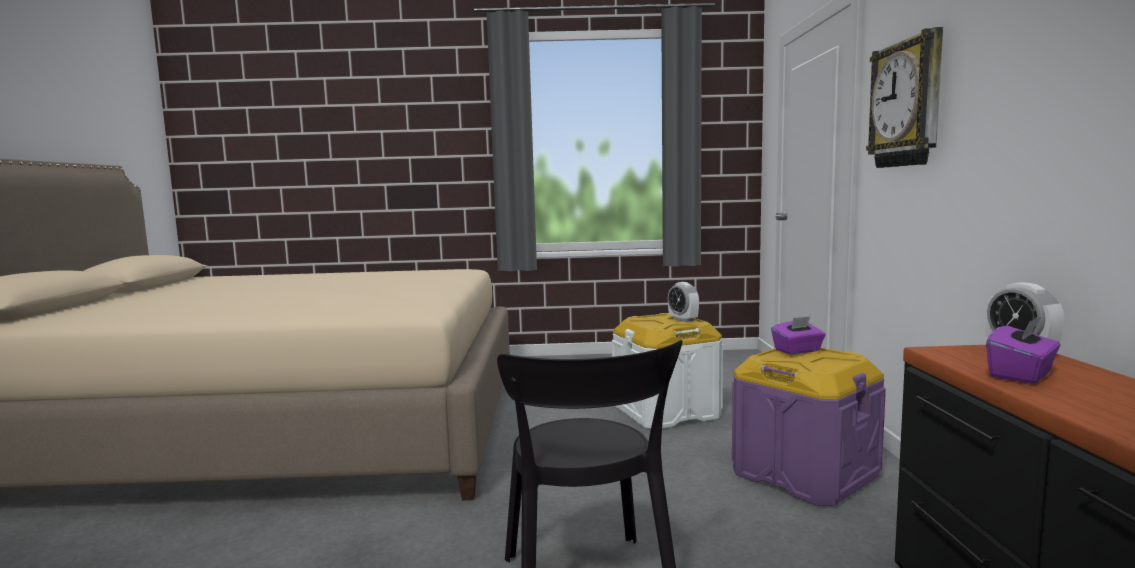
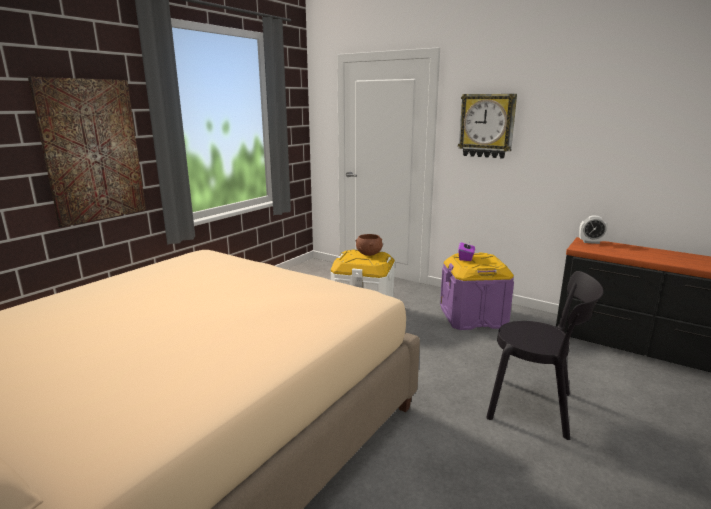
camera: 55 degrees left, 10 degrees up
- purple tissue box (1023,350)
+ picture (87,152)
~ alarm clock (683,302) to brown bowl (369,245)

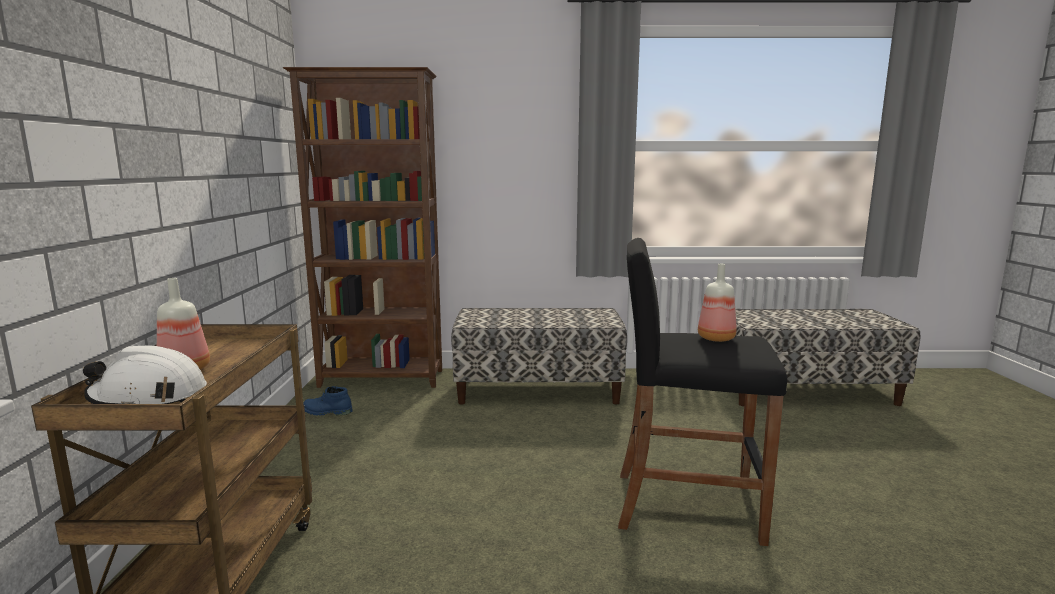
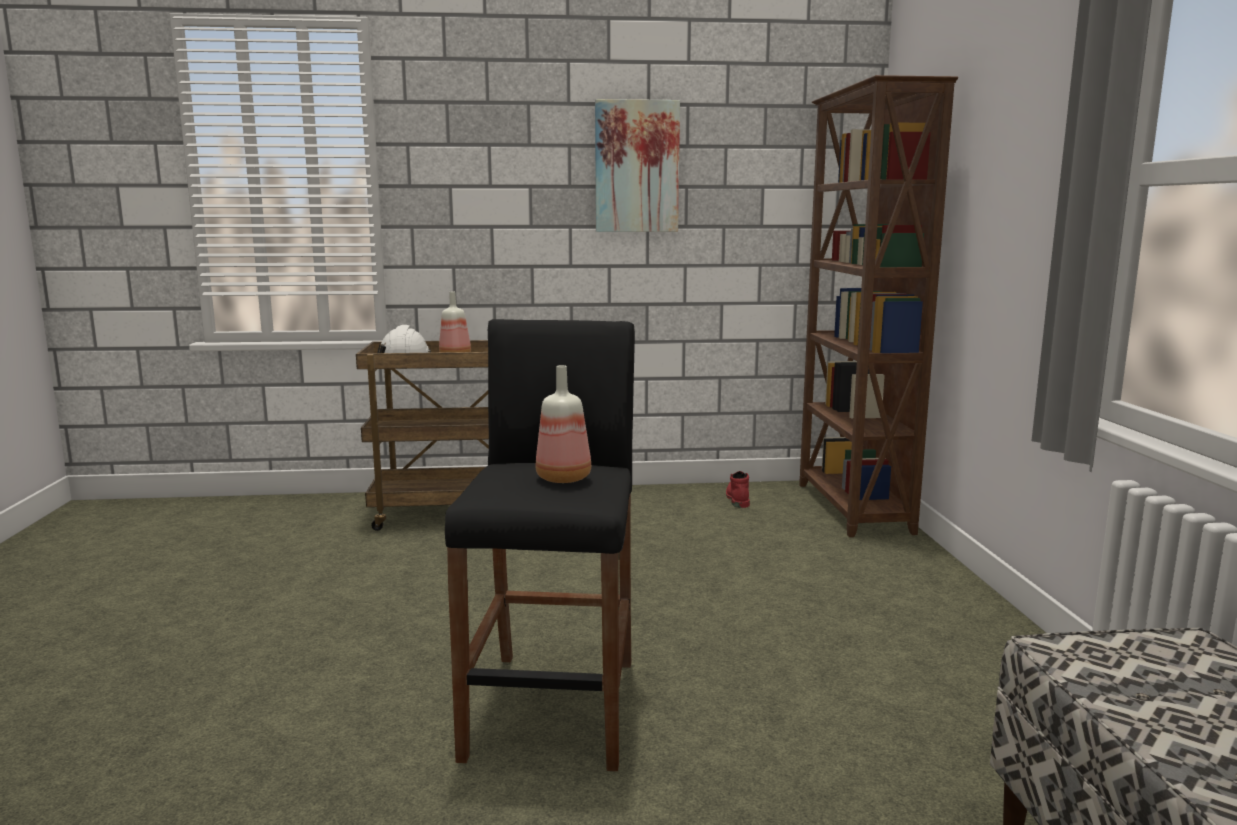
camera: 85 degrees right, 0 degrees up
- bench (539,356)
+ picture (637,165)
~ blue boot (328,401) to red boot (738,489)

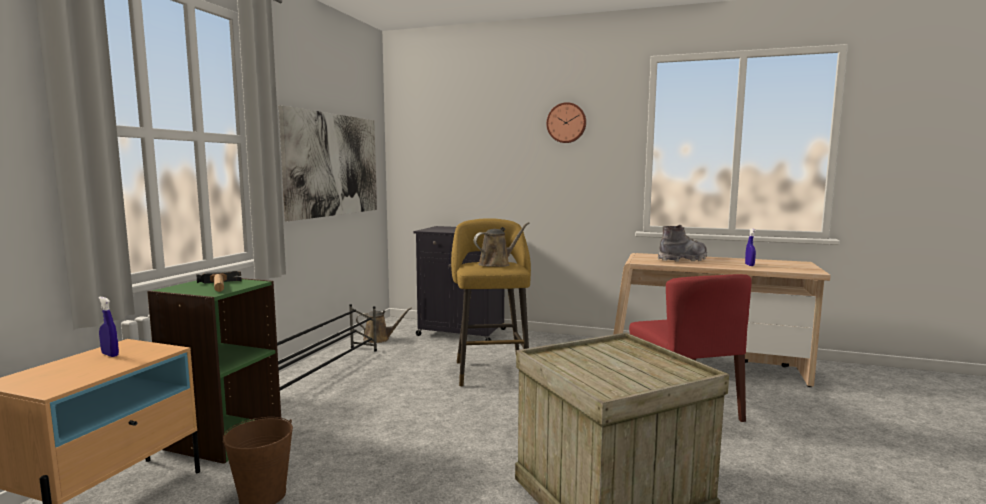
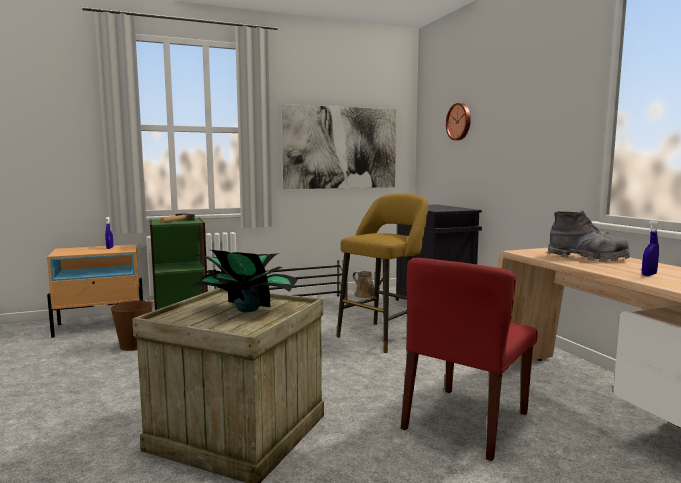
camera: 50 degrees right, 0 degrees up
- brown watering can (501,244)
+ potted plant (246,281)
~ wall clock (566,122) to (458,121)

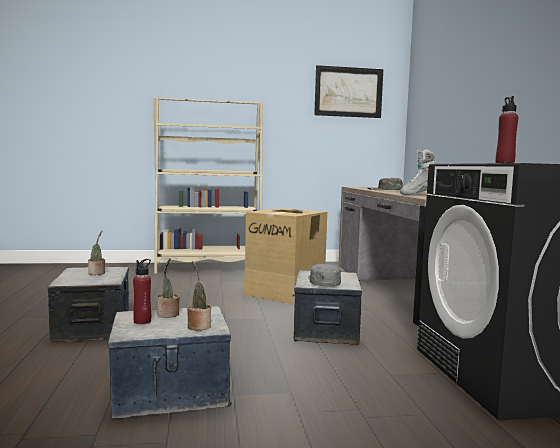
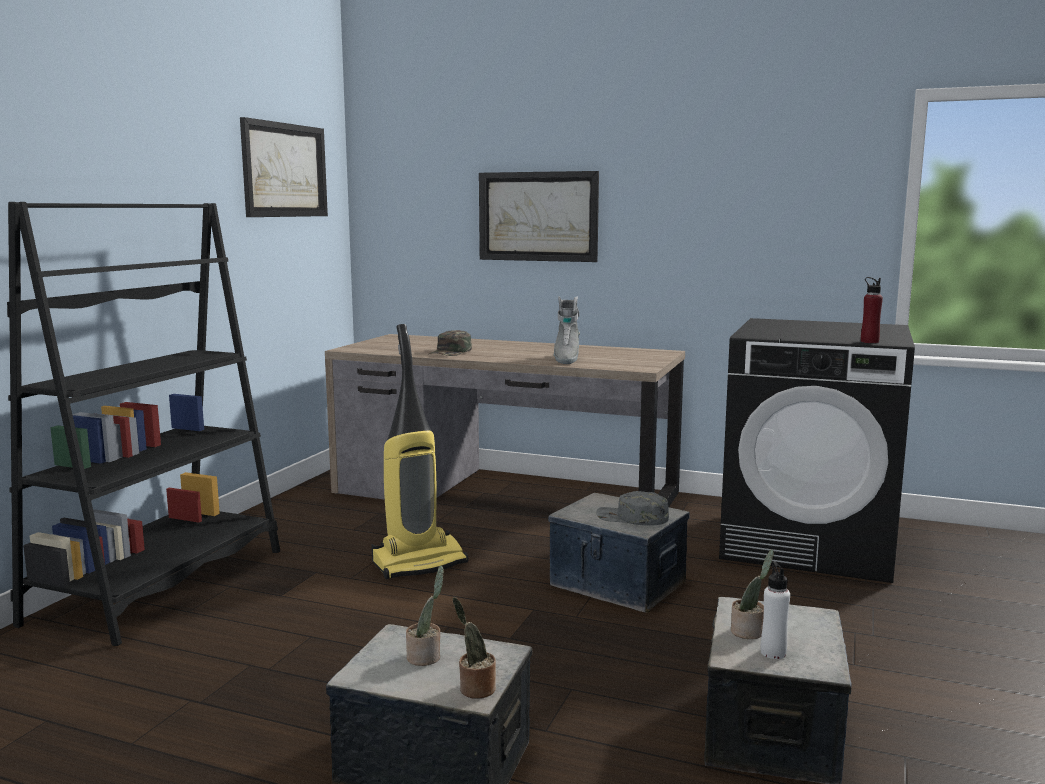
camera: 60 degrees left, 5 degrees up
+ picture (539,216)
~ potted plant (199,296) to (474,647)
~ cardboard box (285,256) to vacuum cleaner (420,451)
~ red bottle (142,291) to white bottle (775,610)
~ beige bookcase (208,185) to black bookcase (143,424)

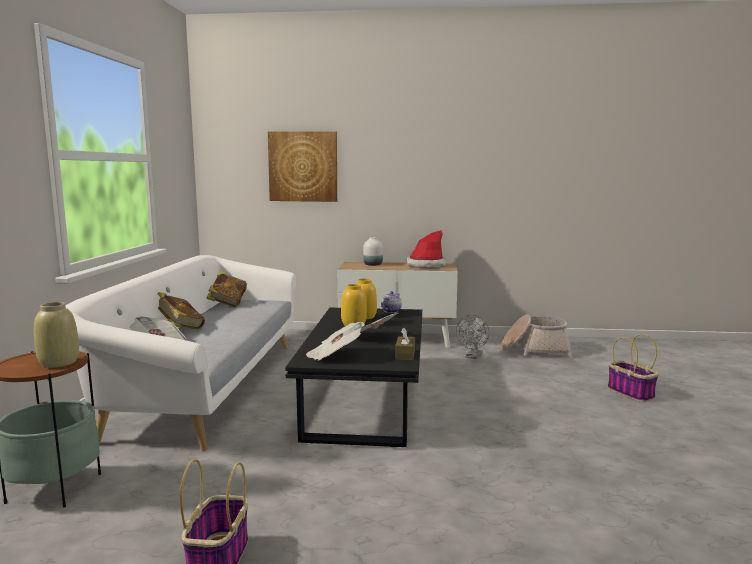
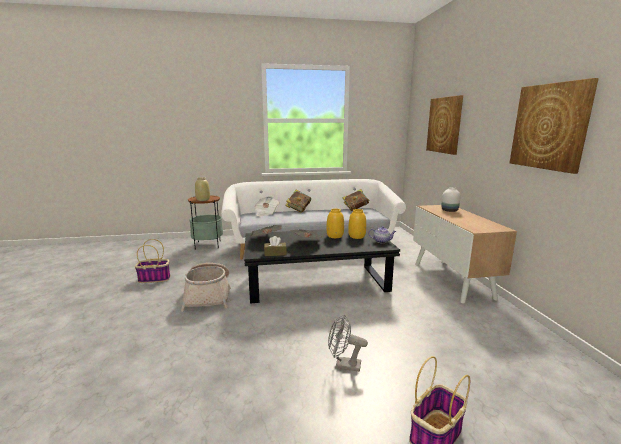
camera: 75 degrees right, 5 degrees up
- hat (426,249)
+ picture (554,126)
~ grey fan (472,337) to (348,343)
~ basket (537,336) to (206,287)

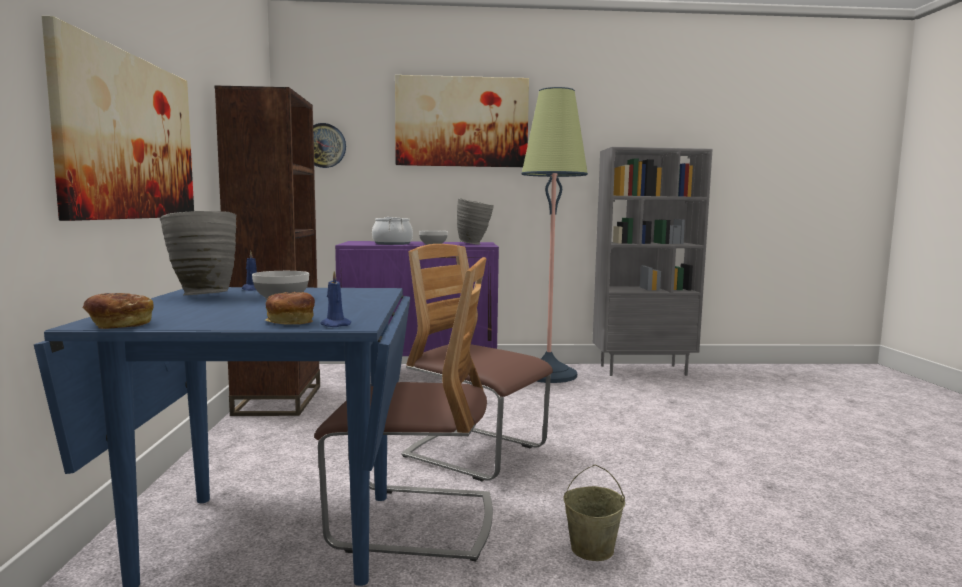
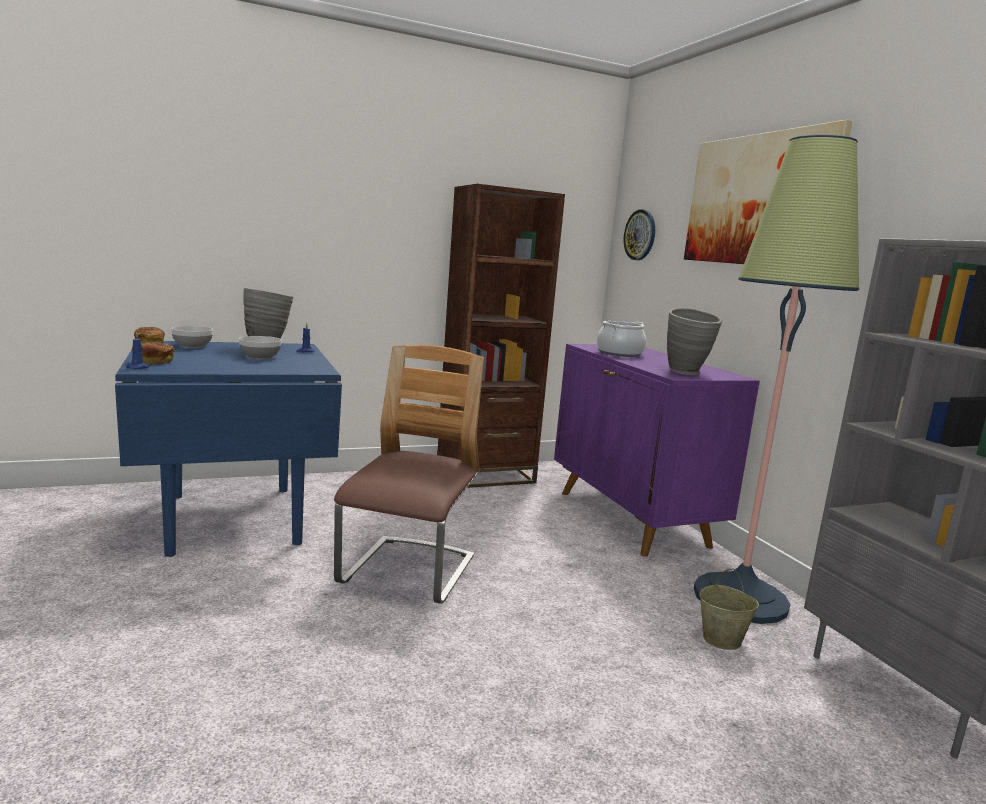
camera: 70 degrees right, 5 degrees up
- picture (118,118)
- chair (403,409)
~ bowl (433,237) to (192,337)
~ beige bucket (594,513) to (729,609)

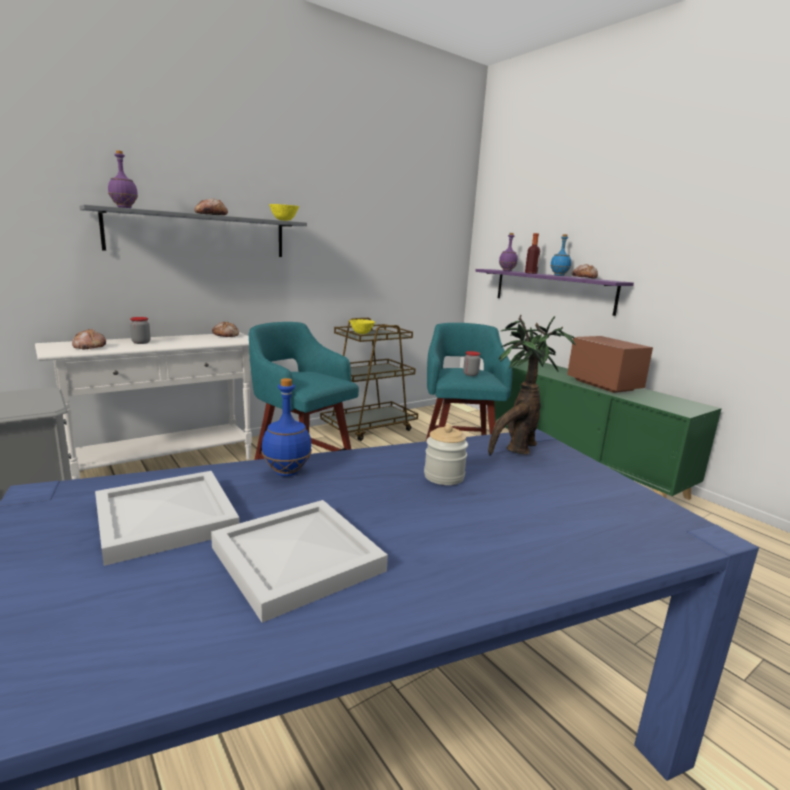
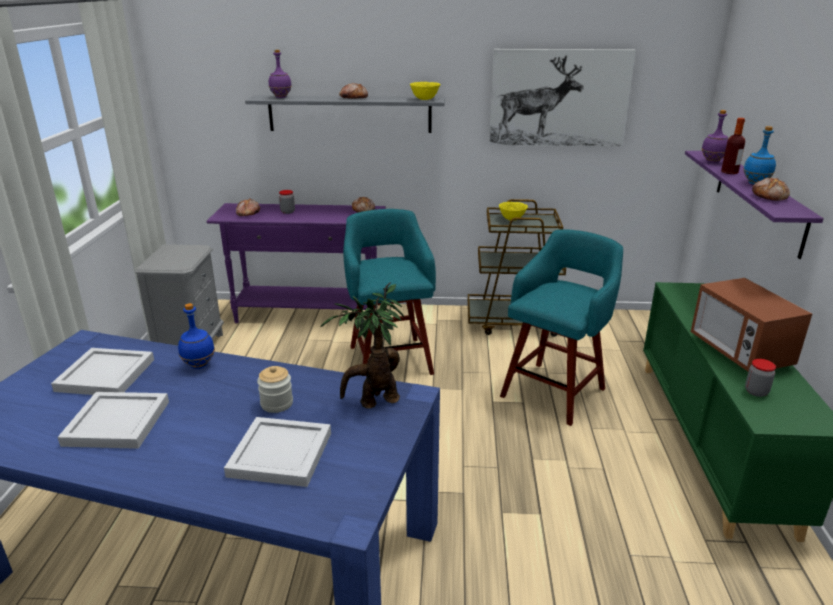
camera: 40 degrees right, 10 degrees up
+ white tray (277,452)
+ picture (562,98)
~ jar (472,363) to (760,378)
~ white console table (143,406) to purple console table (296,263)
~ microwave (610,364) = (751,325) 150 degrees clockwise

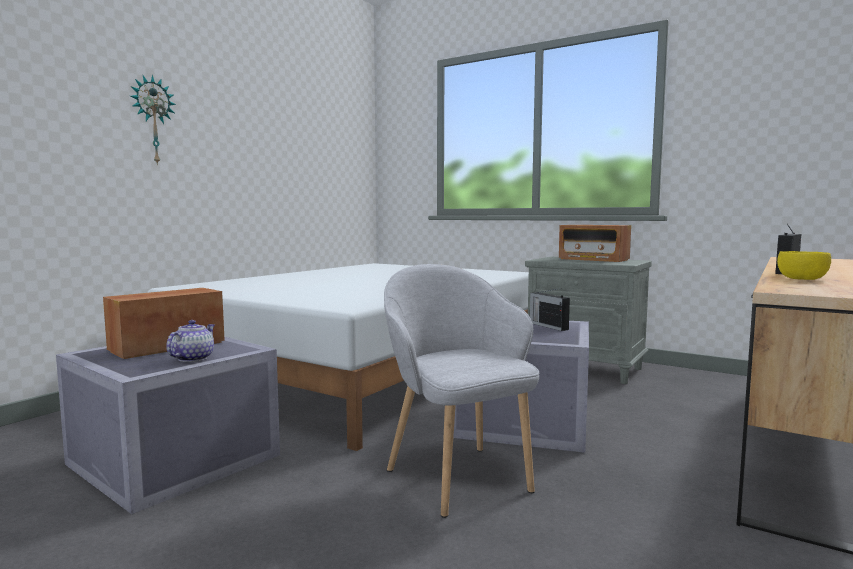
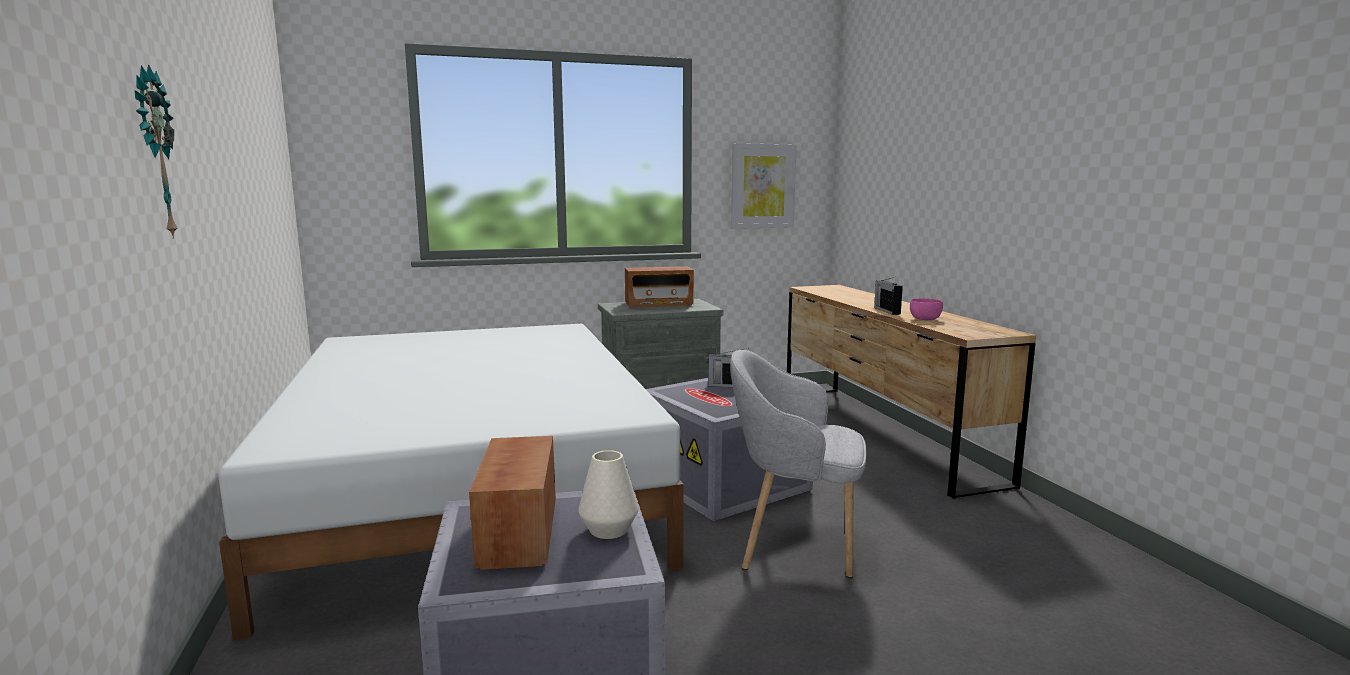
camera: 50 degrees left, 5 degrees up
+ picture (763,186)
~ teapot (190,341) to white vase (608,494)
~ yellow bowl (804,265) to pink bowl (926,309)

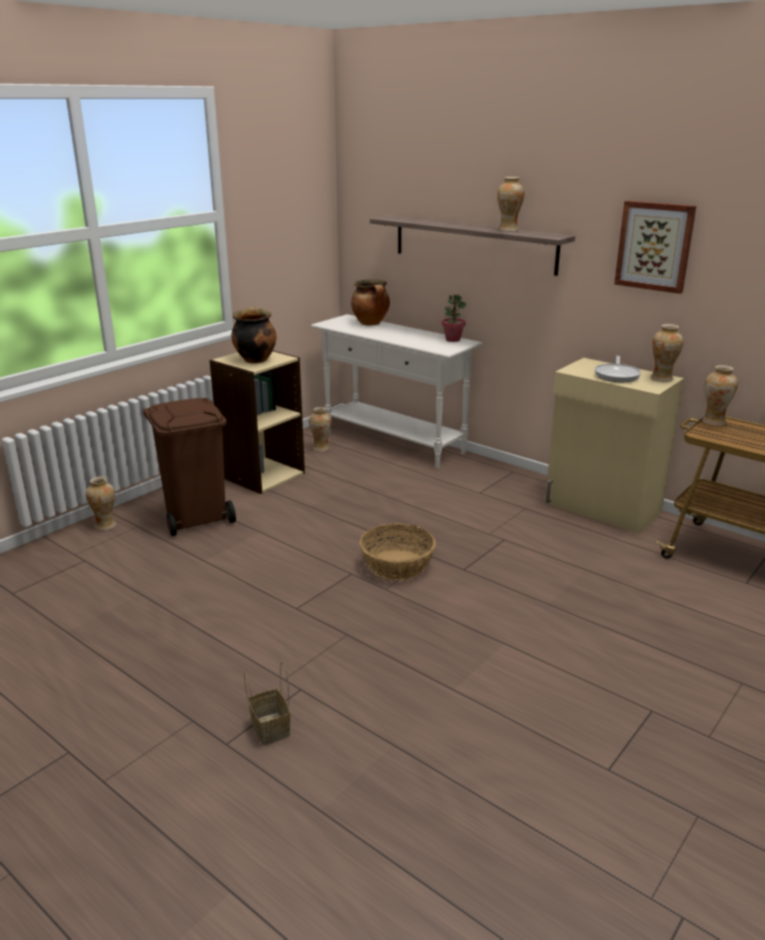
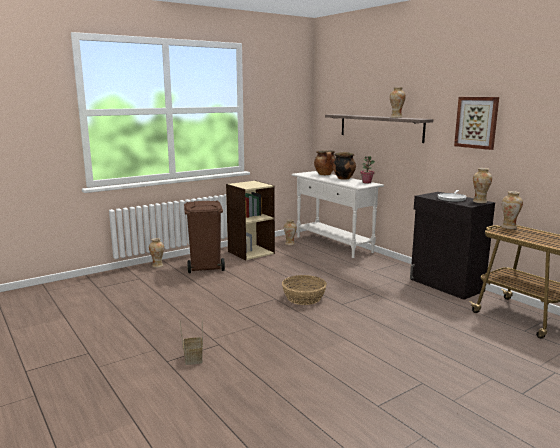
camera: 15 degrees right, 10 degrees down
~ cooking pot (253,335) to (344,166)
~ beige cabinet (614,446) to black cabinet (452,246)

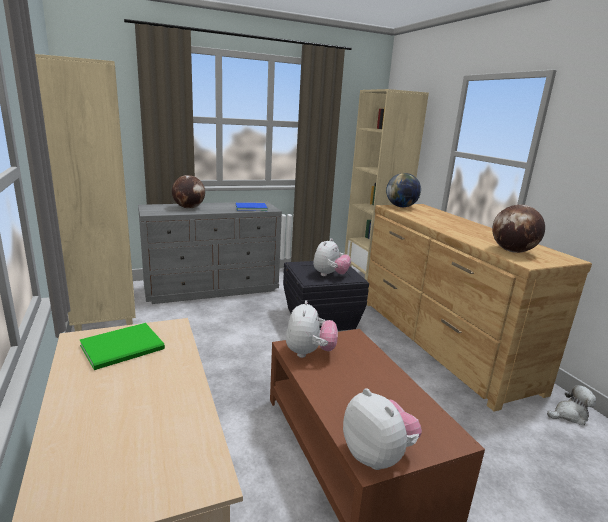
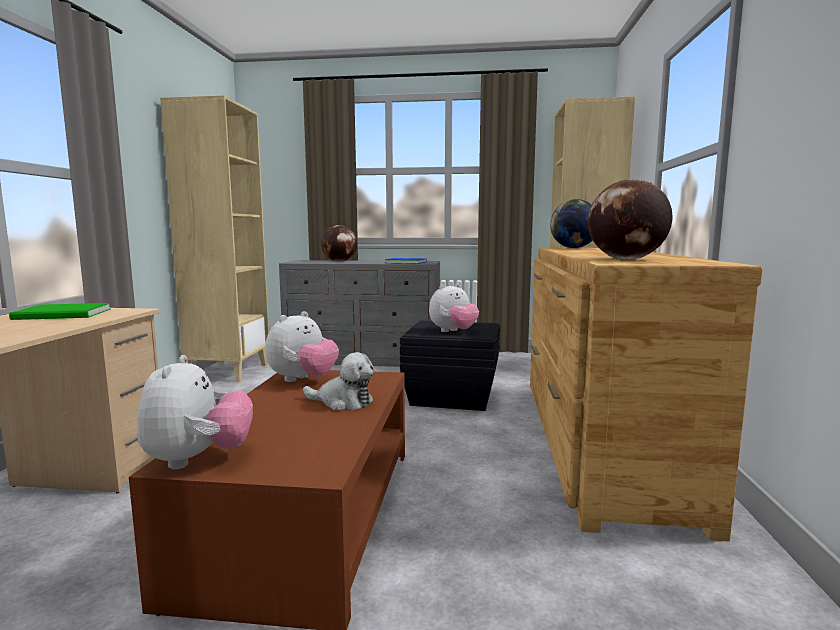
camera: 30 degrees right, 10 degrees down
~ plush toy (571,405) to (338,381)

